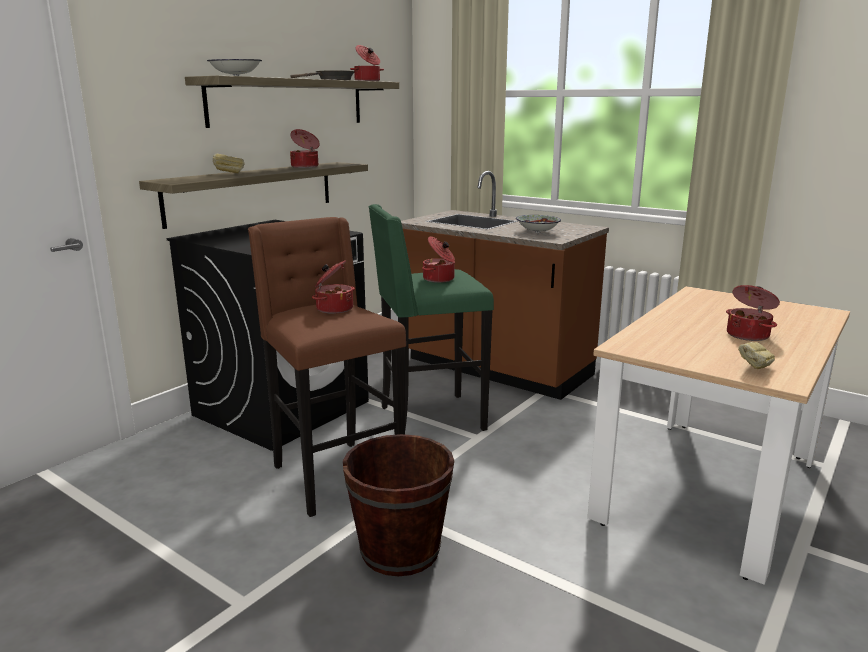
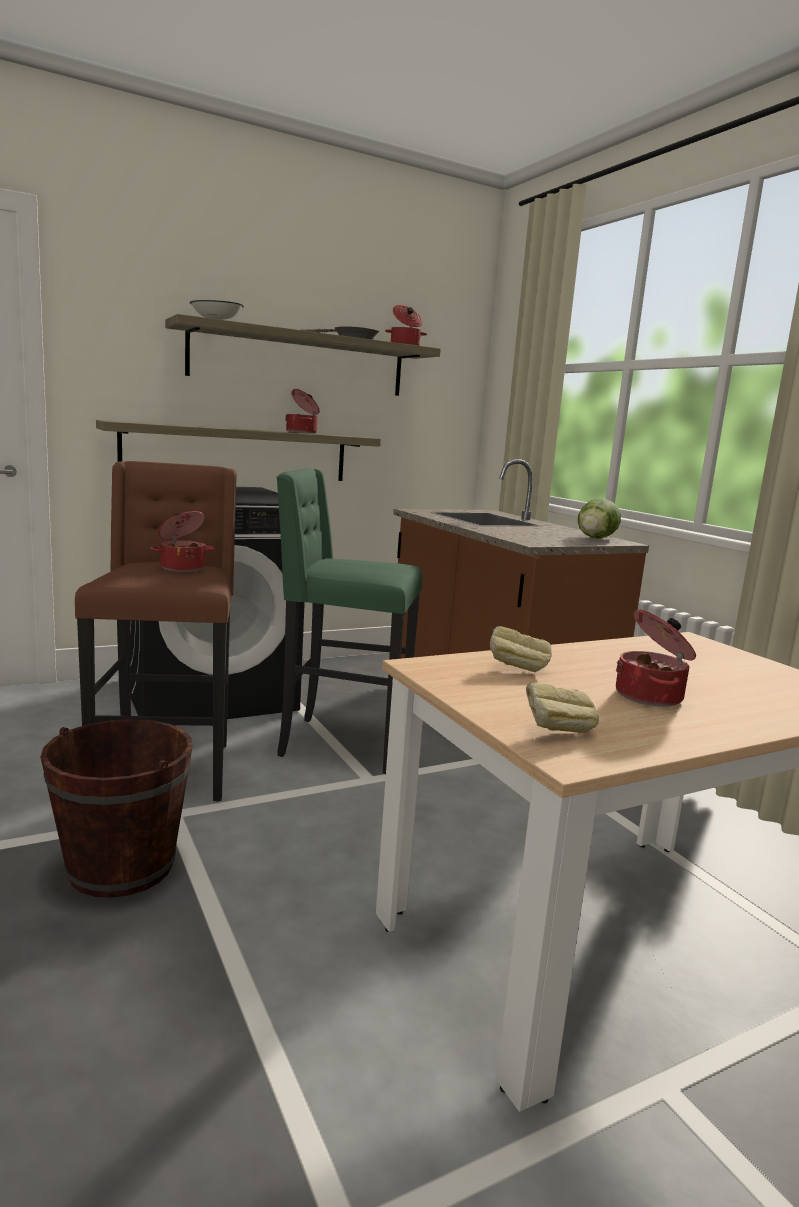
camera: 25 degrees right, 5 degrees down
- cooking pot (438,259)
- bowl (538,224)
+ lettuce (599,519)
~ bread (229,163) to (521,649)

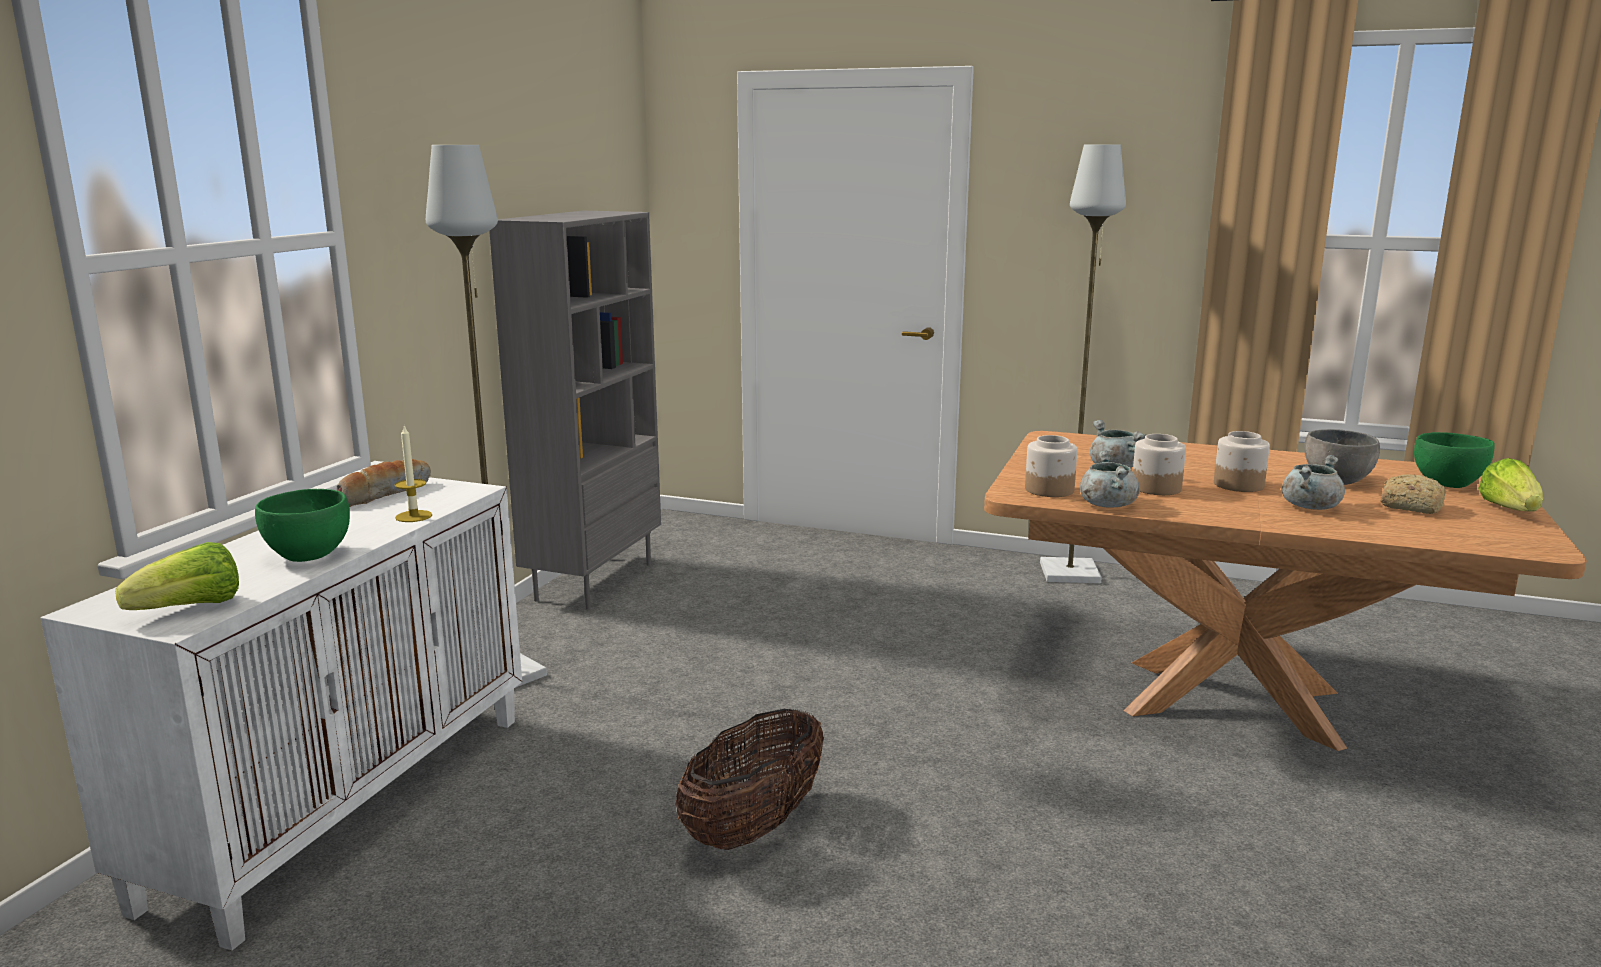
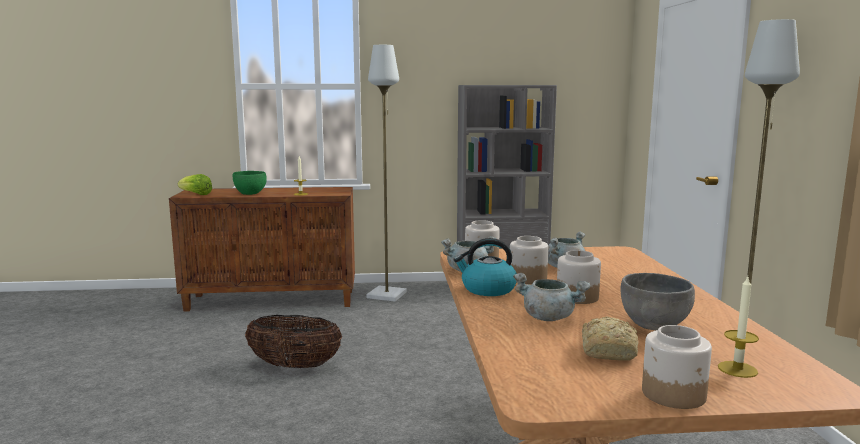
camera: 65 degrees right, 5 degrees down
- bread (384,483)
+ kettle (485,267)
~ green bowl (1454,460) to candle (738,327)
~ lettuce (1510,485) to jar (677,367)
~ white cabinet (281,714) to brown cabinet (262,249)

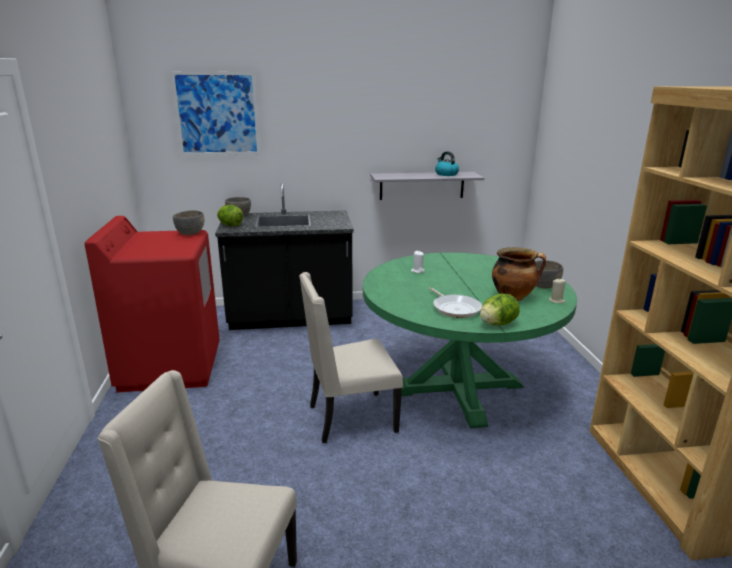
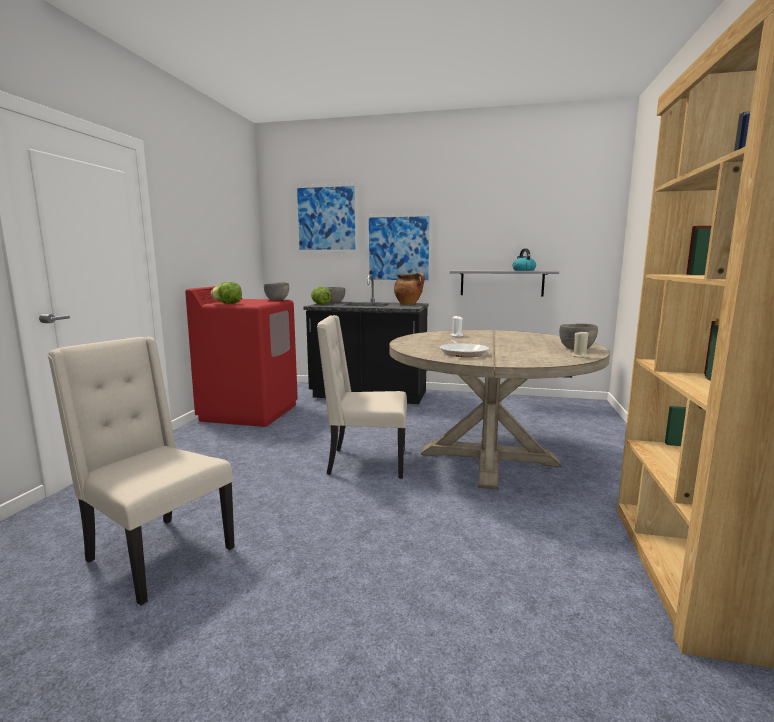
camera: 20 degrees right, 10 degrees down
+ picture (399,248)
~ lettuce (500,309) to (226,293)
~ cooking pot (519,274) to (409,289)
~ green dining table (470,340) to beige dining table (499,409)

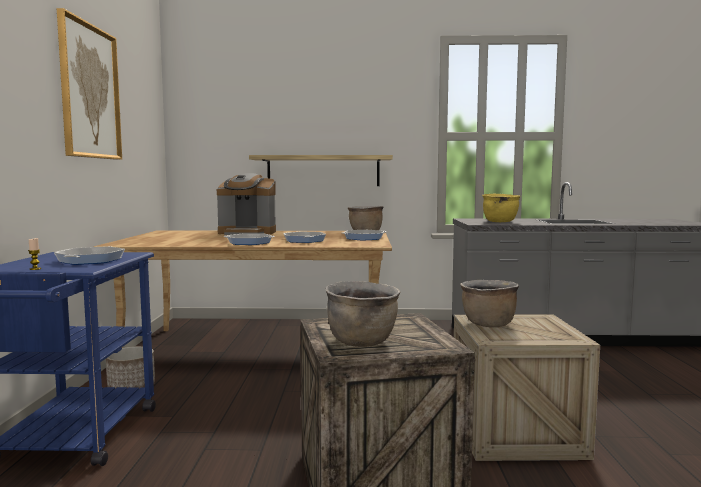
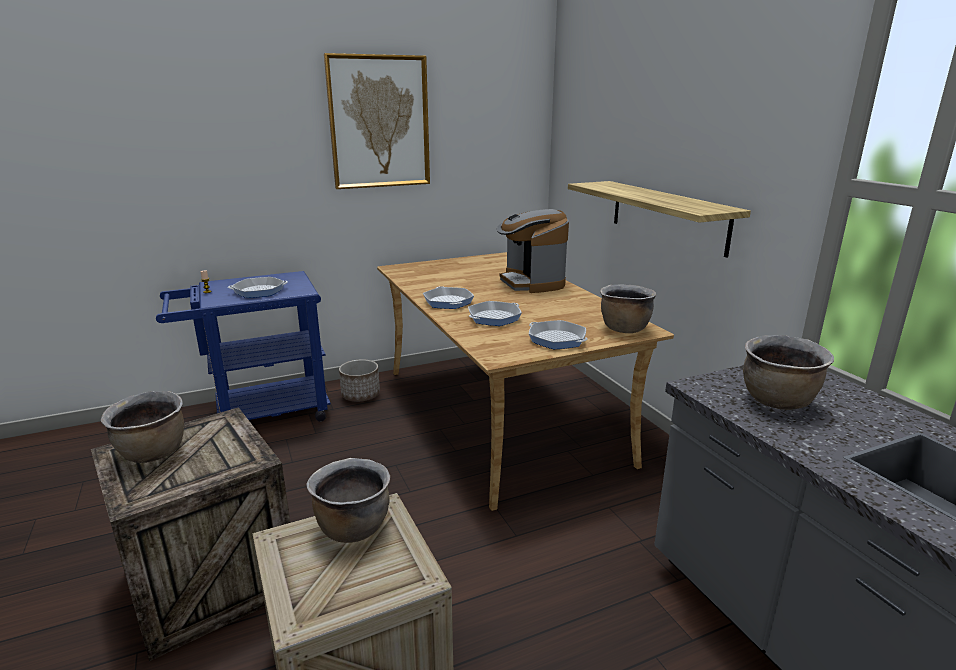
camera: 65 degrees right, 15 degrees up
~ yellow cooking pot (501,208) to brown cooking pot (788,372)

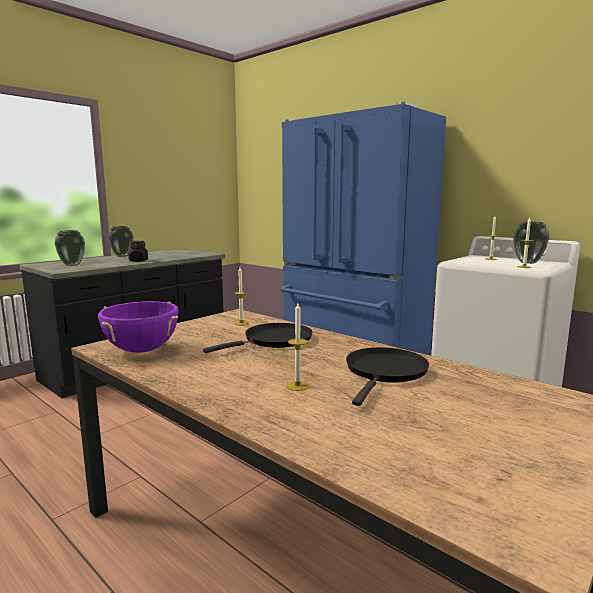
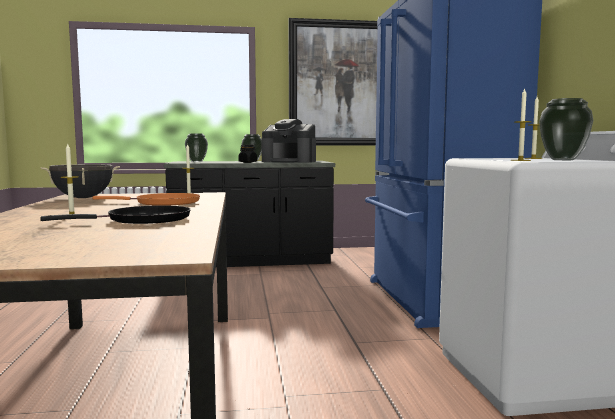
camera: 40 degrees right, 5 degrees down
+ coffee machine (288,141)
+ picture (333,82)
~ purple cooking pot (138,327) to black cooking pot (80,181)
~ black frying pan (257,338) to orange frying pan (146,199)

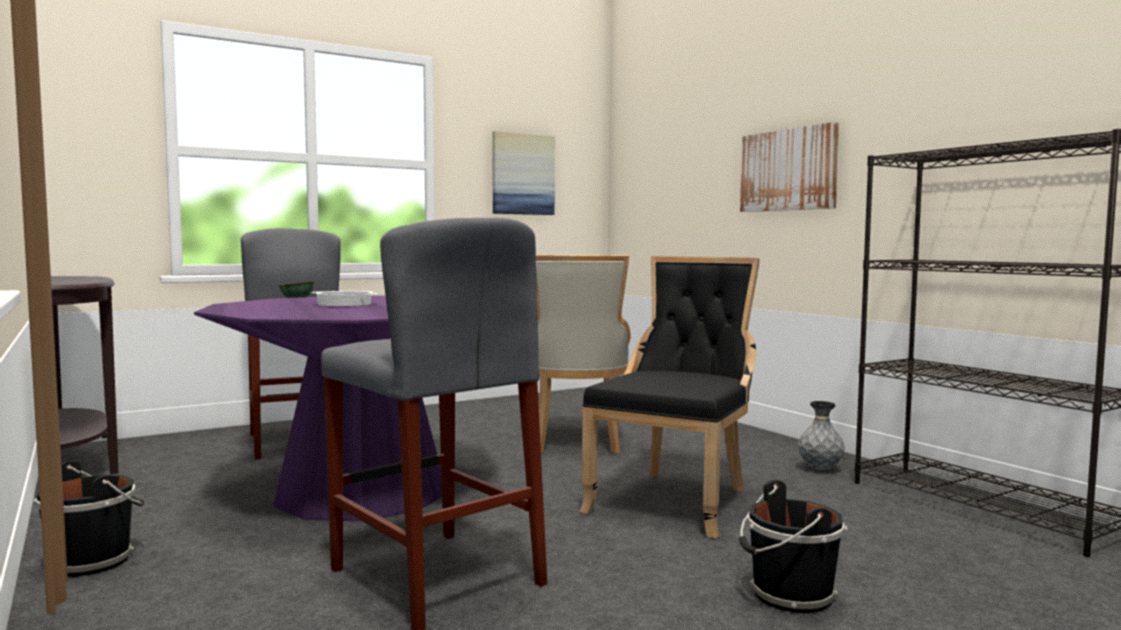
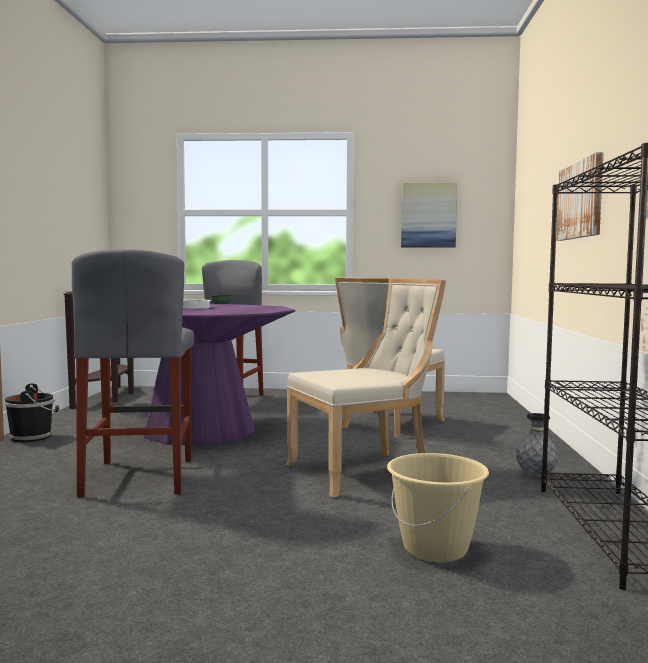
camera: 35 degrees right, 0 degrees up
- black bucket (793,546)
+ beige bucket (438,507)
~ black chair (670,397) to beige chair (366,388)

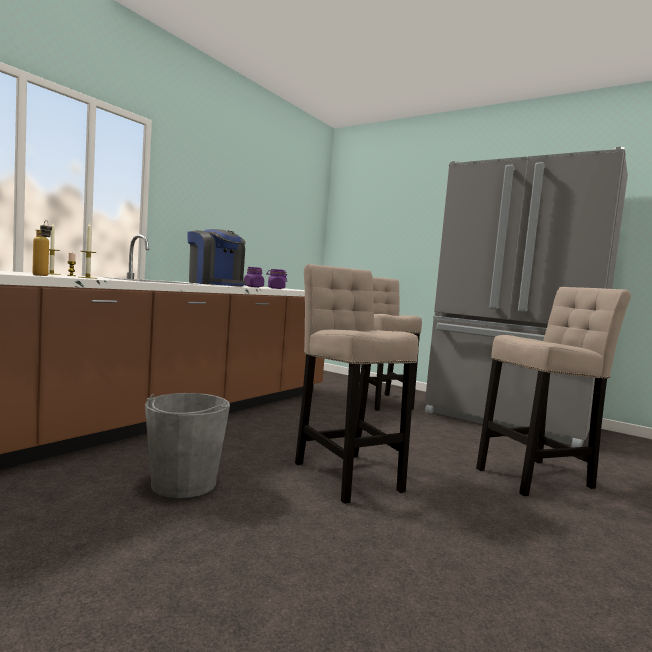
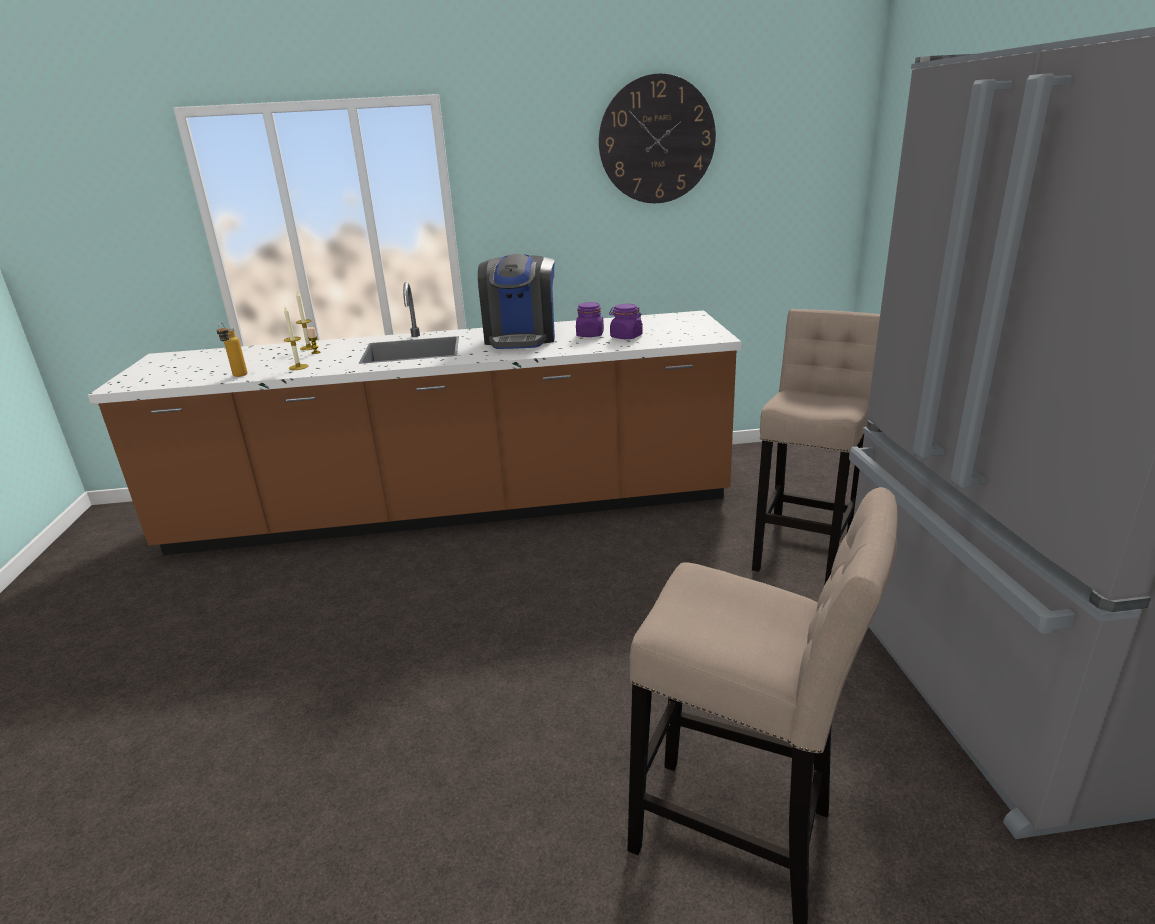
camera: 50 degrees right, 20 degrees up
- grey bucket (187,445)
- beige stool (357,384)
+ wall clock (657,138)

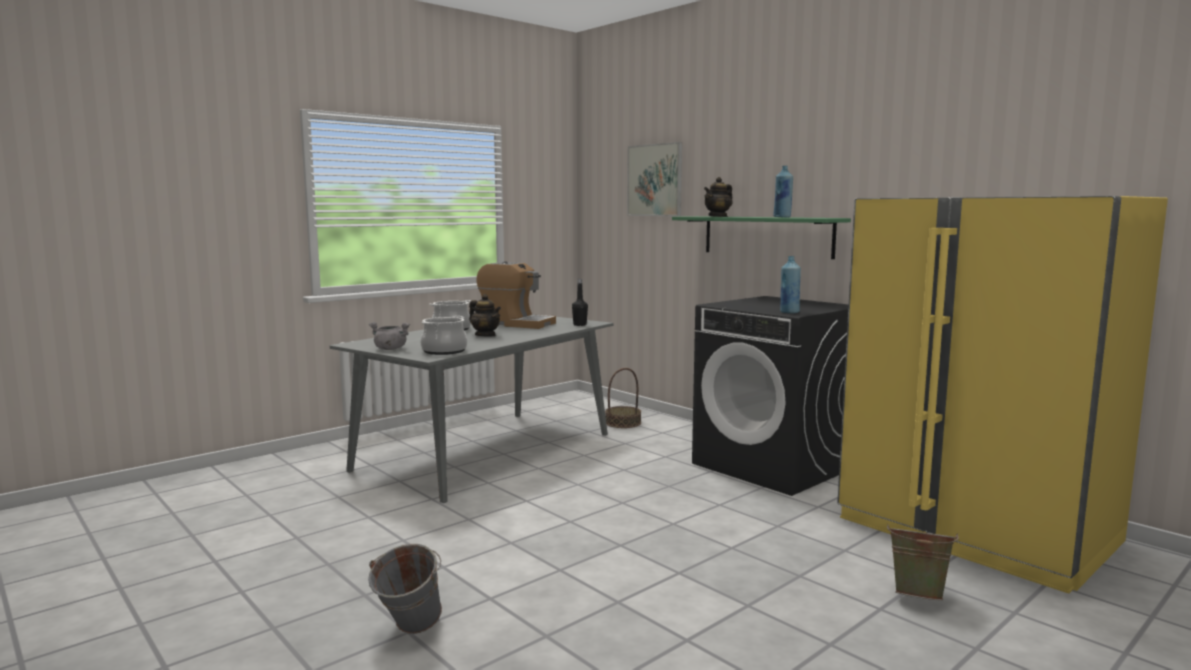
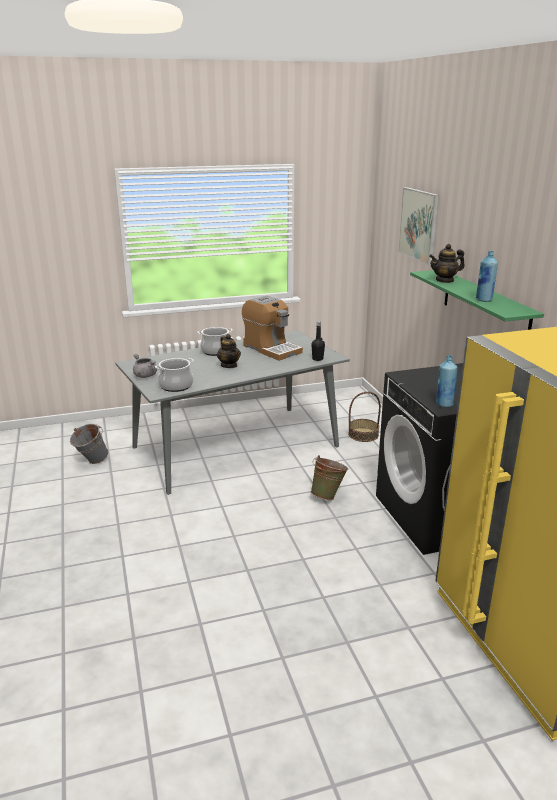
camera: 25 degrees right, 15 degrees up
~ grey bucket (405,589) to (89,444)
~ green bucket (923,563) to (329,477)

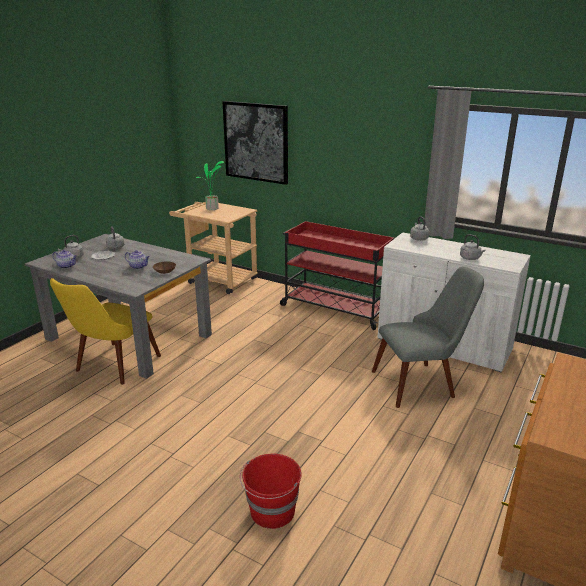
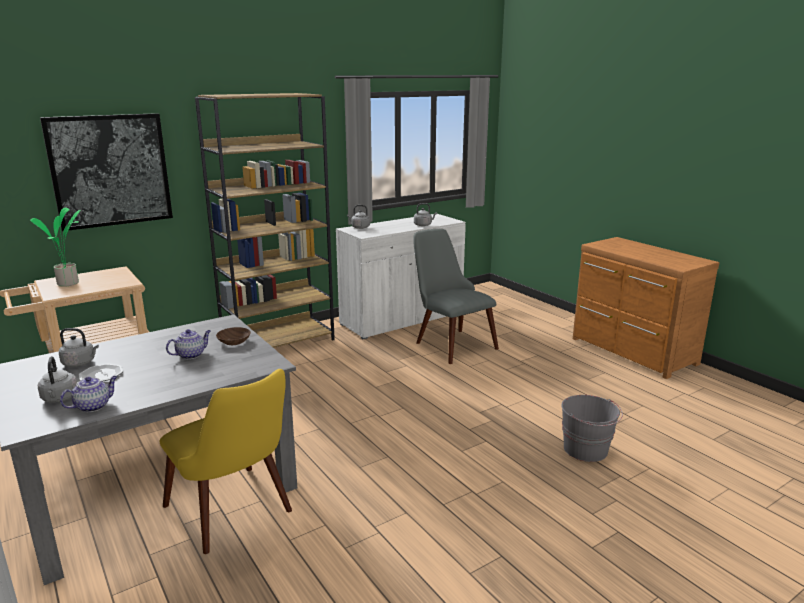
camera: 65 degrees left, 5 degrees down
~ red cart (337,275) to brown bookcase (265,220)
~ red bucket (271,491) to grey bucket (592,428)
~ grey chair (428,337) = (456,296) 45 degrees counterclockwise

